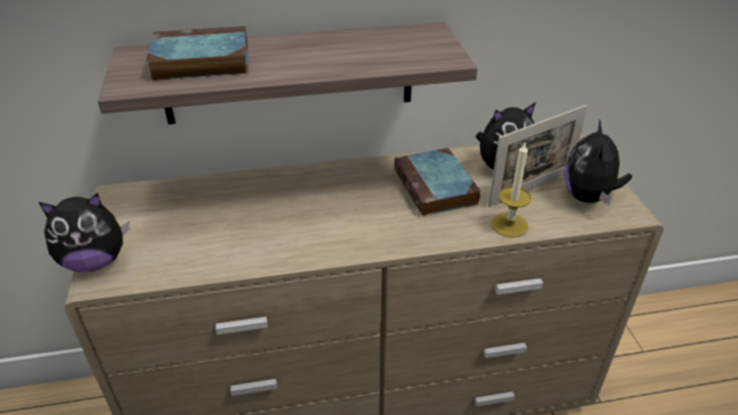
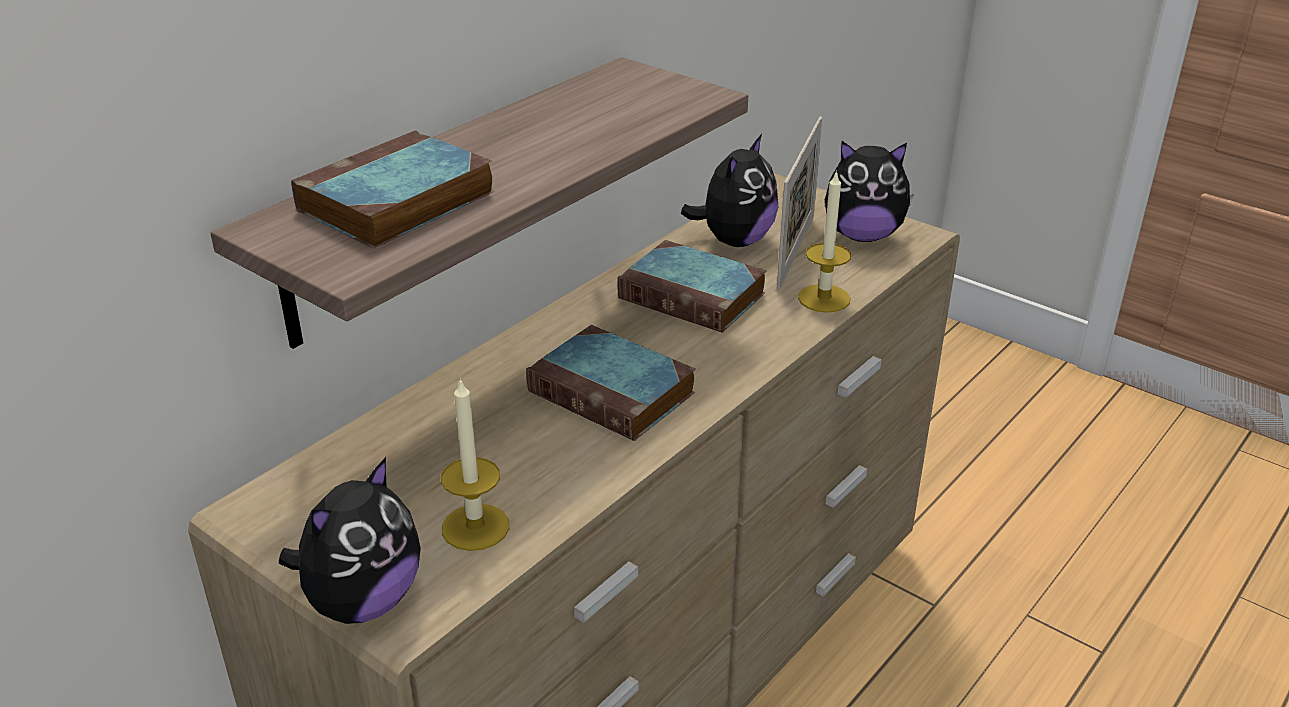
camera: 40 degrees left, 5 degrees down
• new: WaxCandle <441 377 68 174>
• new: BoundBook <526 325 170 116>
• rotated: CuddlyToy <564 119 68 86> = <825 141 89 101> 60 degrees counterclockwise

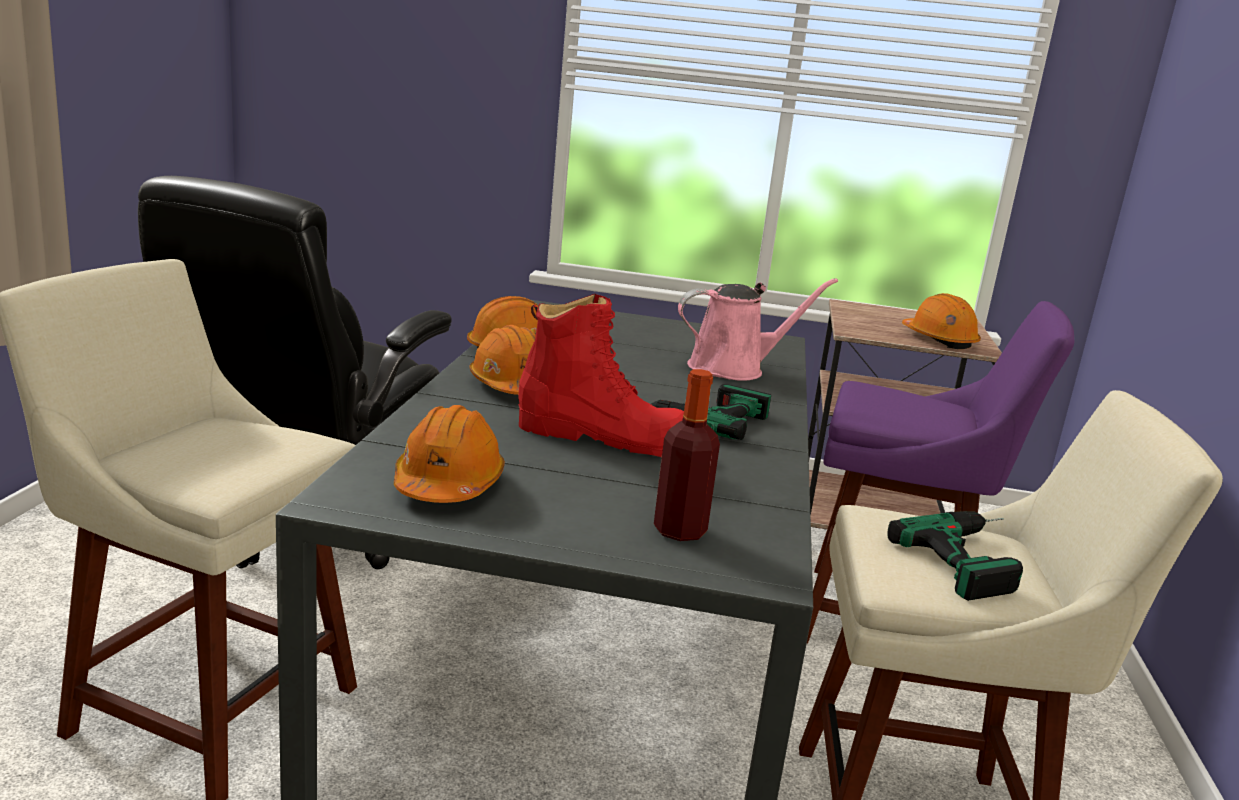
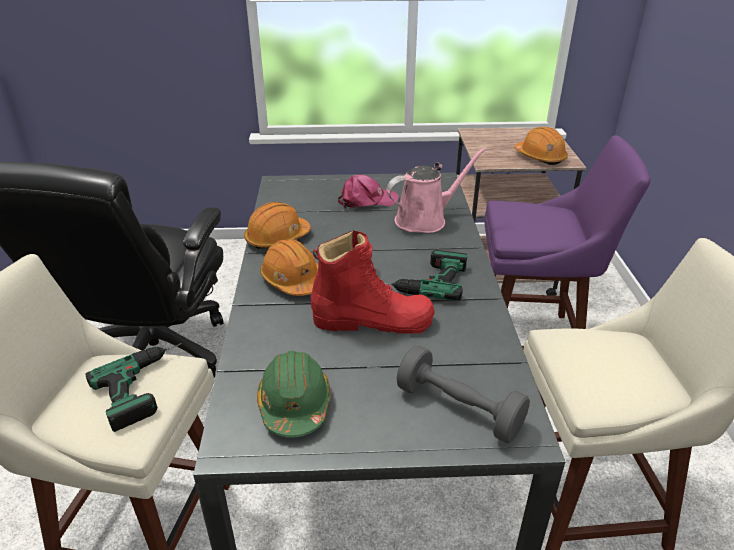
camera: 10 degrees left, 15 degrees up
• new: PinkishCap <338 175 61 34>
• shifted: ElectricDrill <888 511 135 90> to <85 343 97 89>
• swapped: Bottle <654 369 66 172> to GreyishFreeWeight <396 346 134 97>
• repainted: OrangeySafetyHelmet <394 405 111 98> to GreenSafetyHelmet <257 351 74 87>

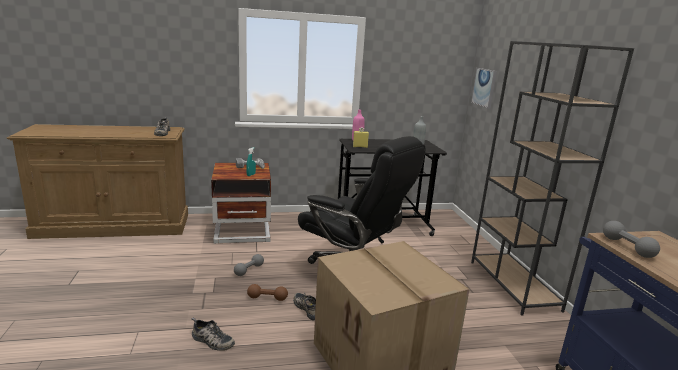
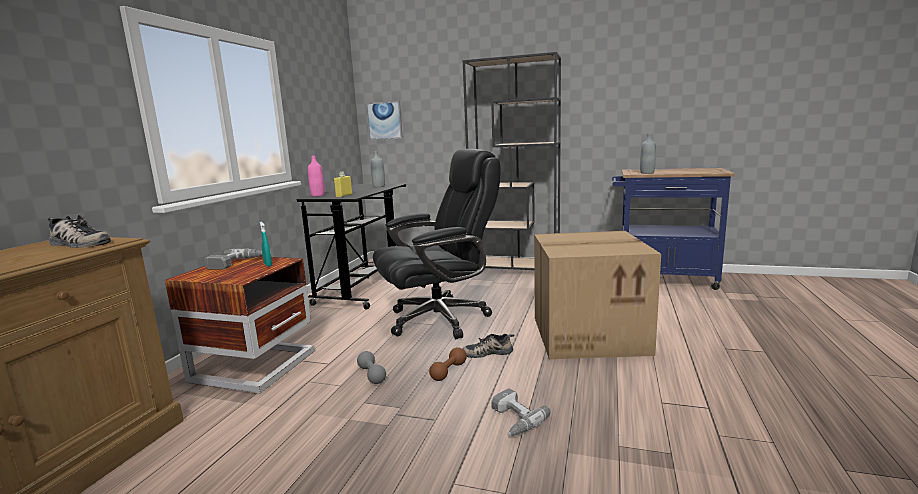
camera: 60 degrees left, 5 degrees down
• swapped: Shoe <191 318 44 33> to ElectricDrill <491 388 60 48>
• swapped: GreyishFreeWeight <603 221 57 37> to GreyishBottle <640 133 16 41>

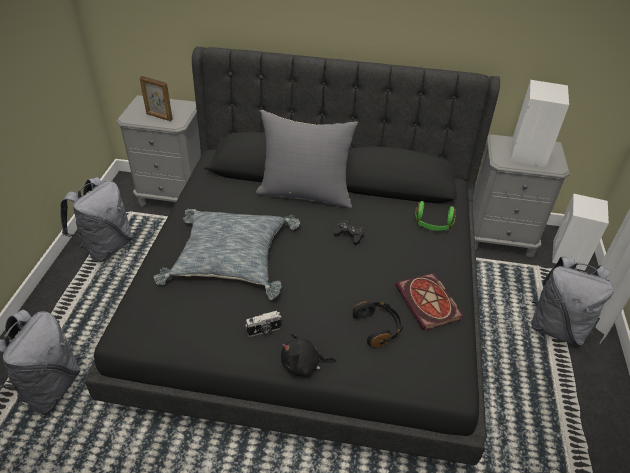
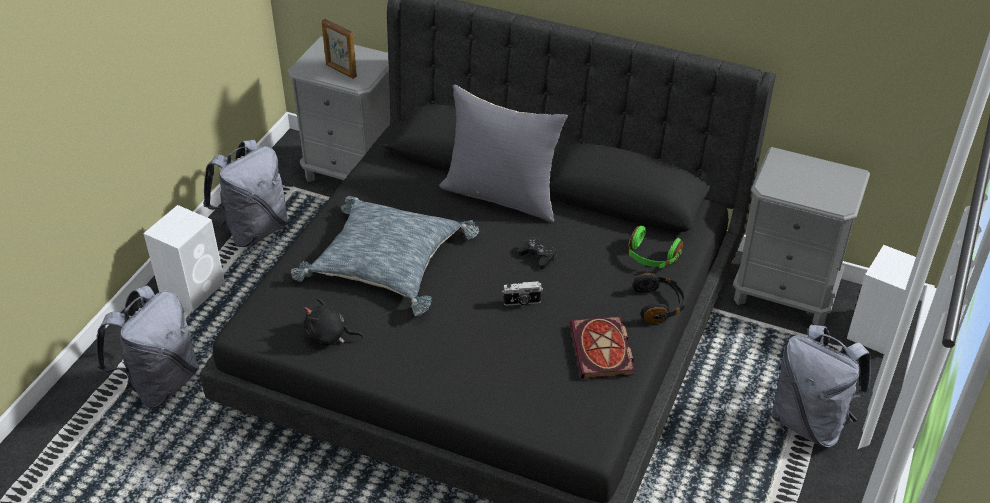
camera: 15 degrees right, 0 degrees up
• shifted: StillCamera <245 311 37 26> to <502 281 41 25>
• shifted: BlackishCuddlyToy <281 333 55 43> to <304 298 60 48>
• shifted: BlackishPairOfHeadphones <353 301 50 47> to <633 273 52 50>
• shifted: WhiteLoudspeaker <510 80 59 87> to <143 205 82 107>

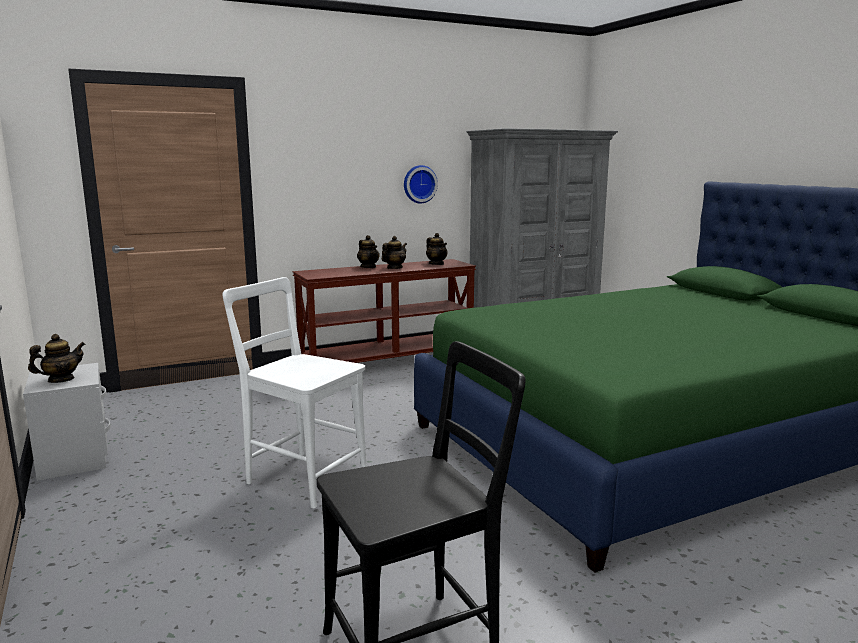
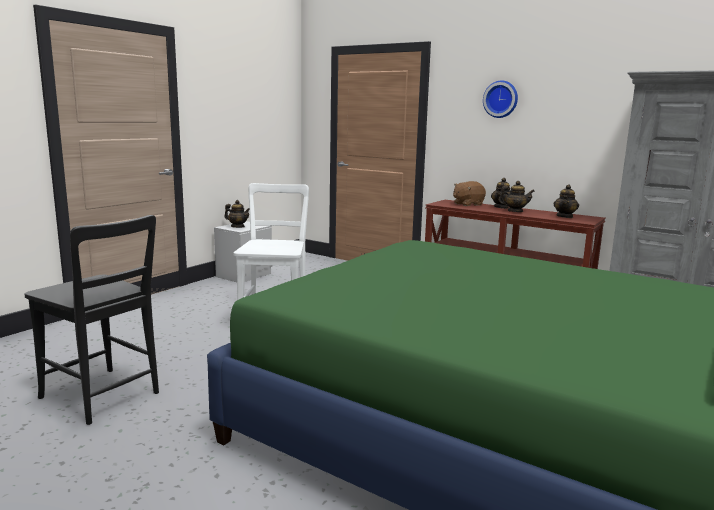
camera: 60 degrees right, 0 degrees up
• new: BrownColouredCuddlyToy <453 181 33 25>
• shifted: ClockOnTheWall <404 165 34 38> to <483 80 35 38>

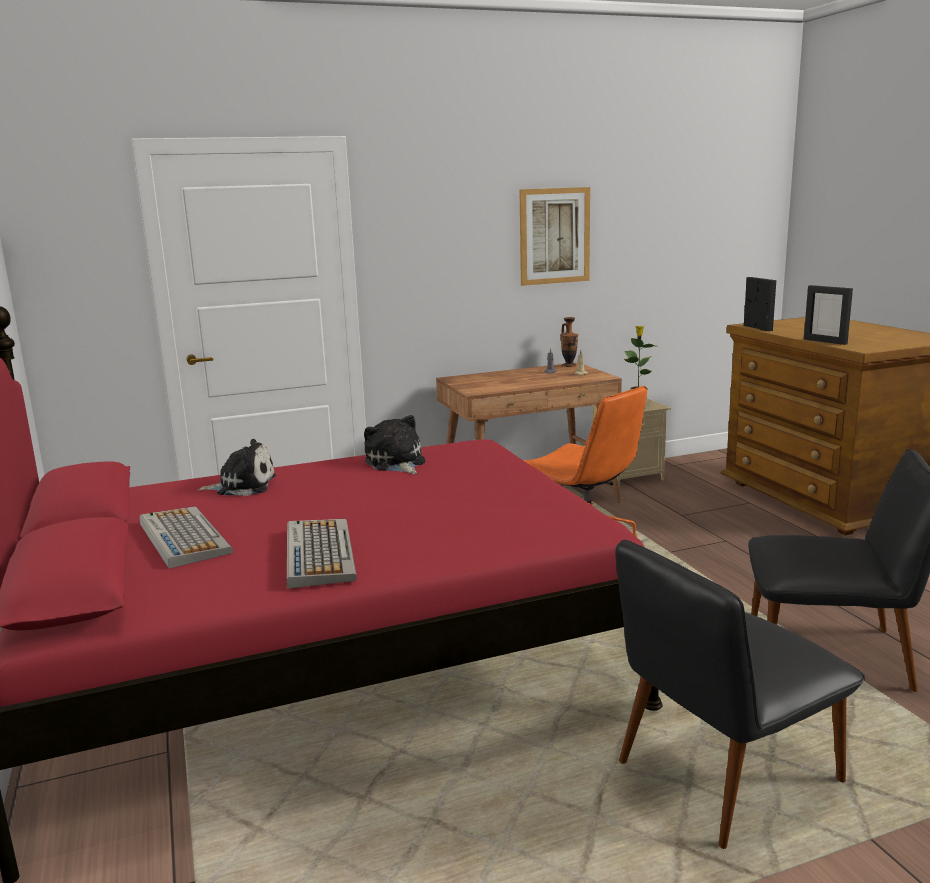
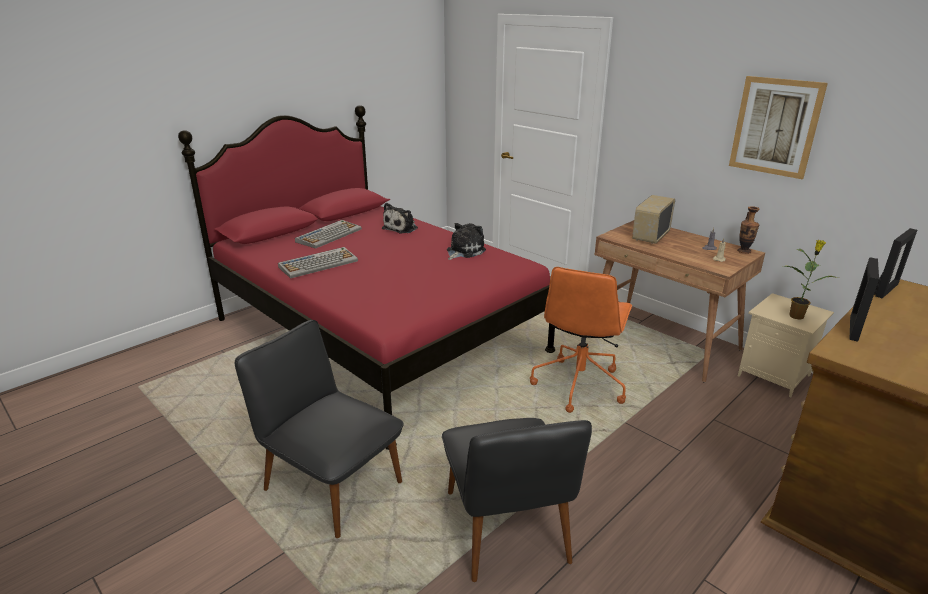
camera: 65 degrees right, 10 degrees up
• new: Radio <632 195 43 49>
• rotated: CuddlyToy <197 439 79 57> = <382 203 36 31> 60 degrees clockwise

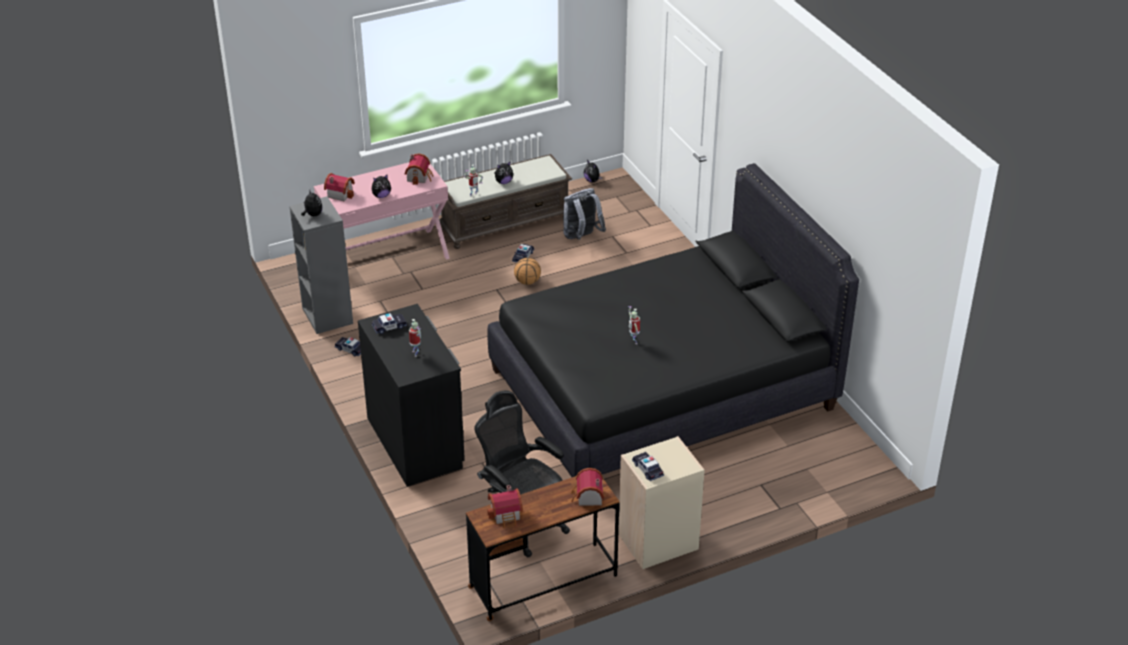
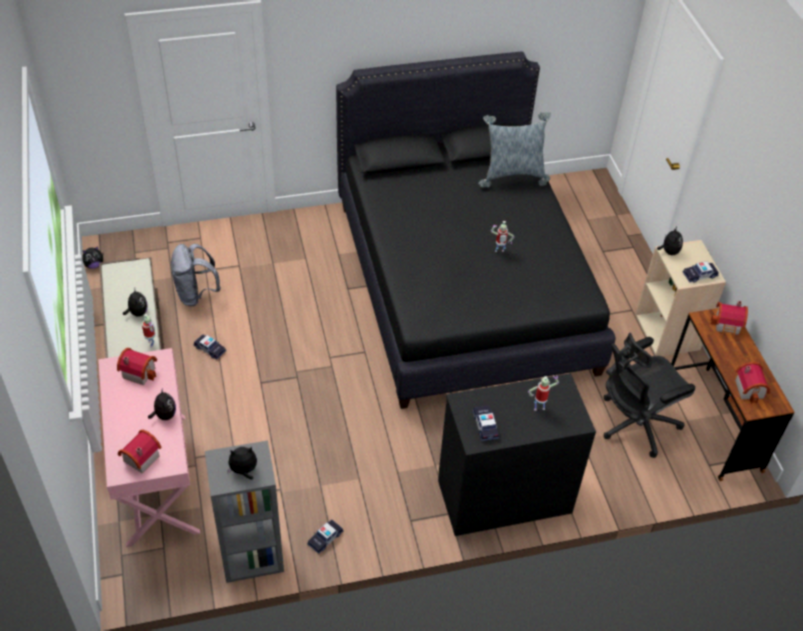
camera: 80 degrees left, 10 degrees up
• gone: BallForBasketball <514 258 27 27>
• new: Pillow <479 112 72 75>
• new: CuddlyToy <657 227 26 28>

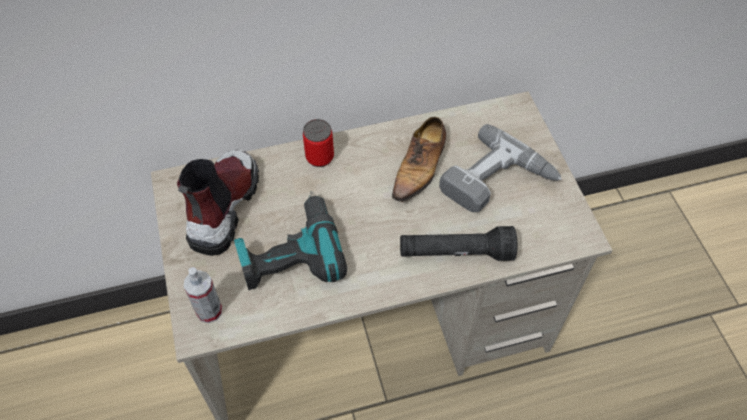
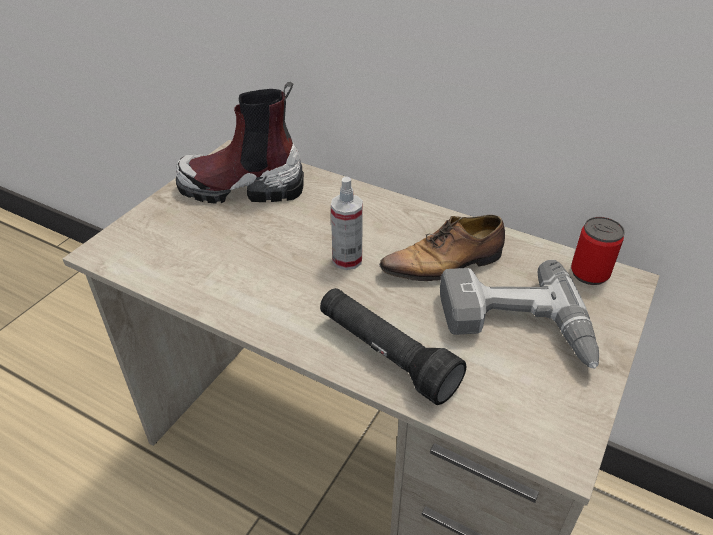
camera: 45 degrees right, 15 degrees down
• gone: ElectricDrill <234 191 113 99>
• shifted: HandSprayer <184 267 38 56> to <331 177 32 93>
• shifted: SealedCan <303 119 31 48> to <571 217 54 68>
• rotated: HighTopBoot <177 150 82 106> = <176 82 128 122> 150 degrees counterclockwise

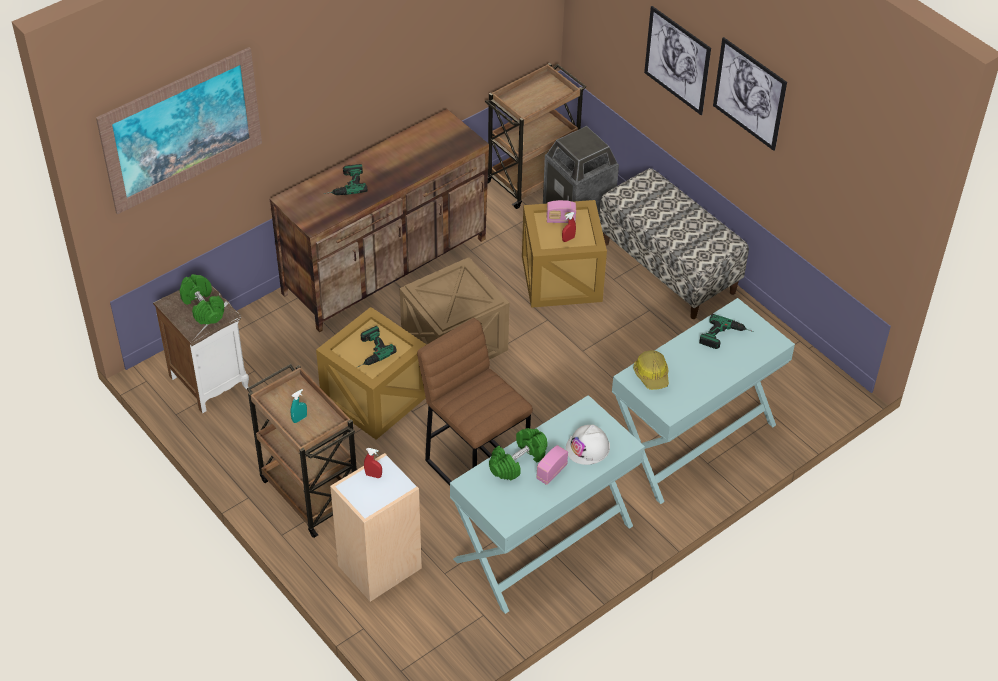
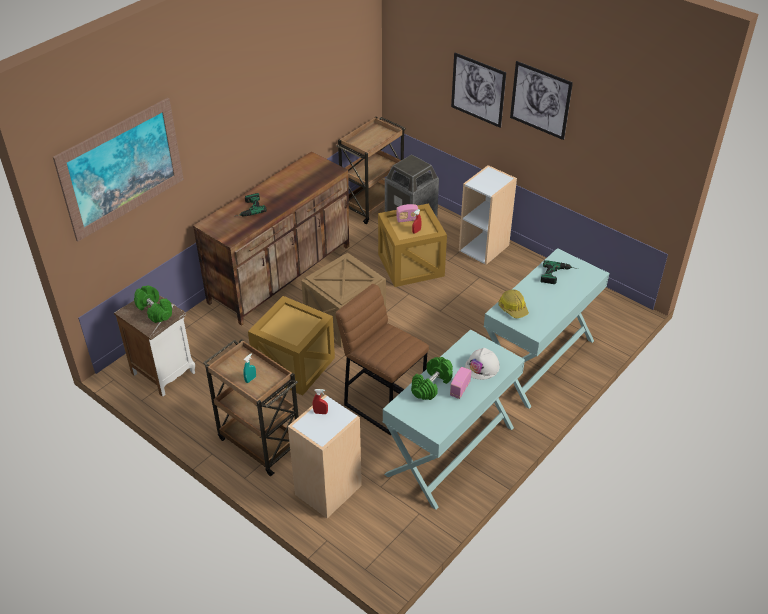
camera: 10 degrees left, 5 degrees down
• gone: ElectricDrill <358 326 39 41>
• swapped: LongSeat <599 168 150 151> to Bookshelf <459 165 58 100>

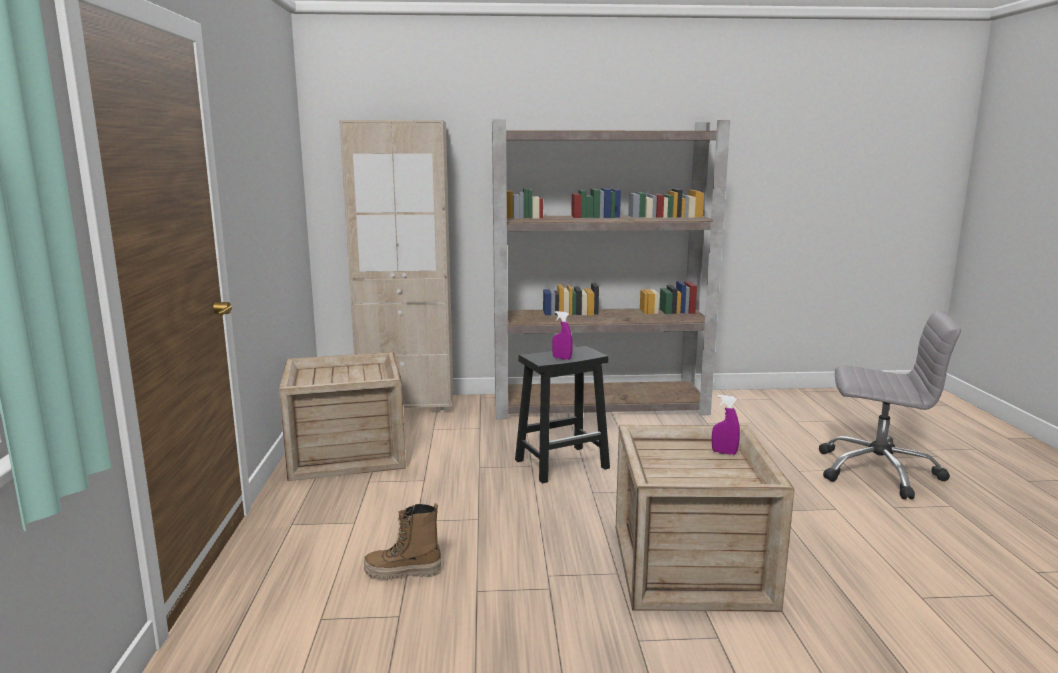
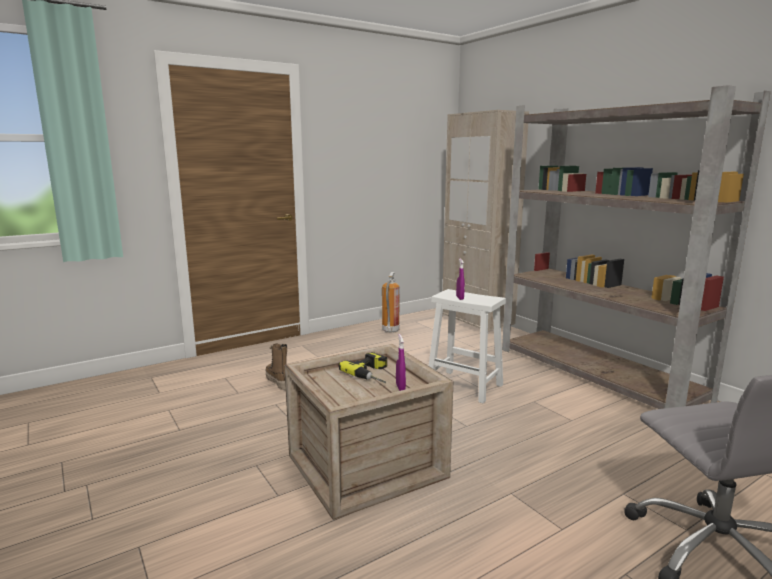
camera: 60 degrees right, 0 degrees up
• new: ElectricDrill <339 352 48 31>
• swapped: Crate <279 352 127 129> to FireExtinguisher <381 272 19 61>
• repainted: BlackishStoolSeat <515 346 95 138> to WhiteStoolSeat <429 289 77 115>

